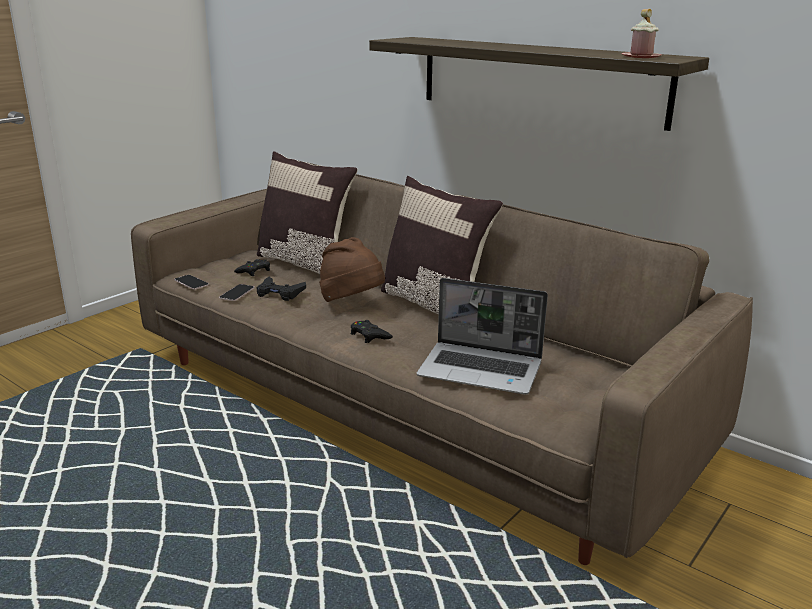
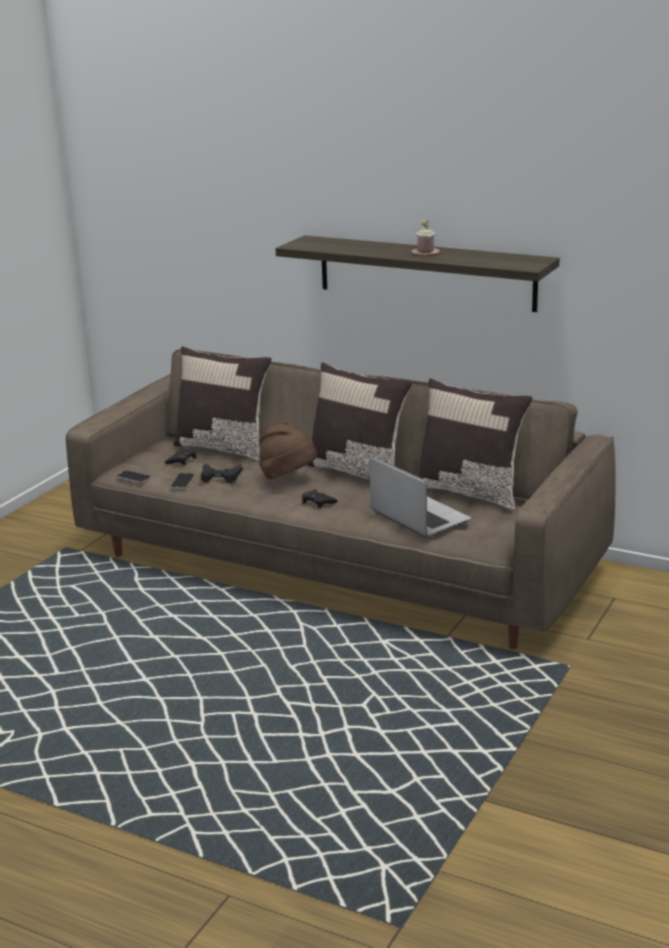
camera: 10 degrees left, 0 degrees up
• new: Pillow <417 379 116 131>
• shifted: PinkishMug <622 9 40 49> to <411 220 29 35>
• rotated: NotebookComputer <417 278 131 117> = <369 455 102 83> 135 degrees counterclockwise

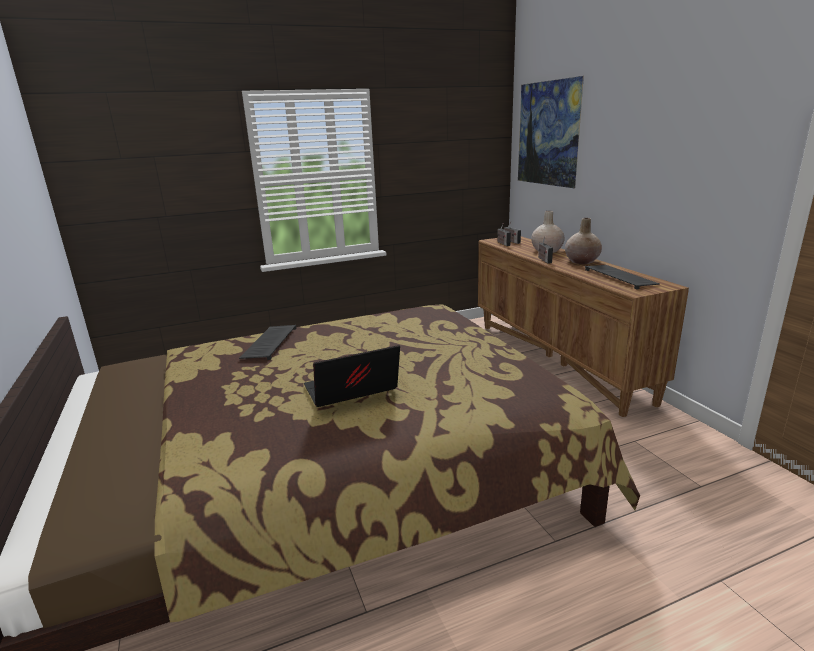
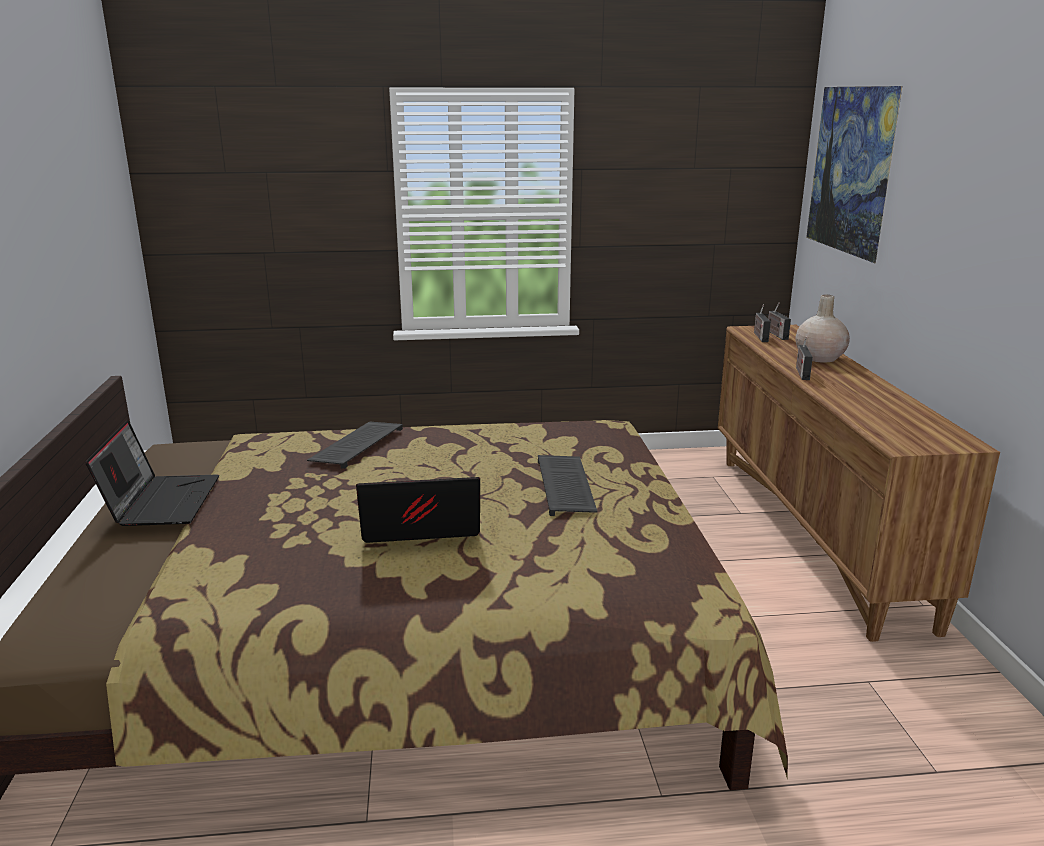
camera: 15 degrees right, 0 degrees up
• gone: BeigeColouredDecorativeVase <565 218 37 46>
• new: NotebookComputer <85 420 134 106>
• shifted: Keyboard <585 265 75 24> to <538 455 60 61>

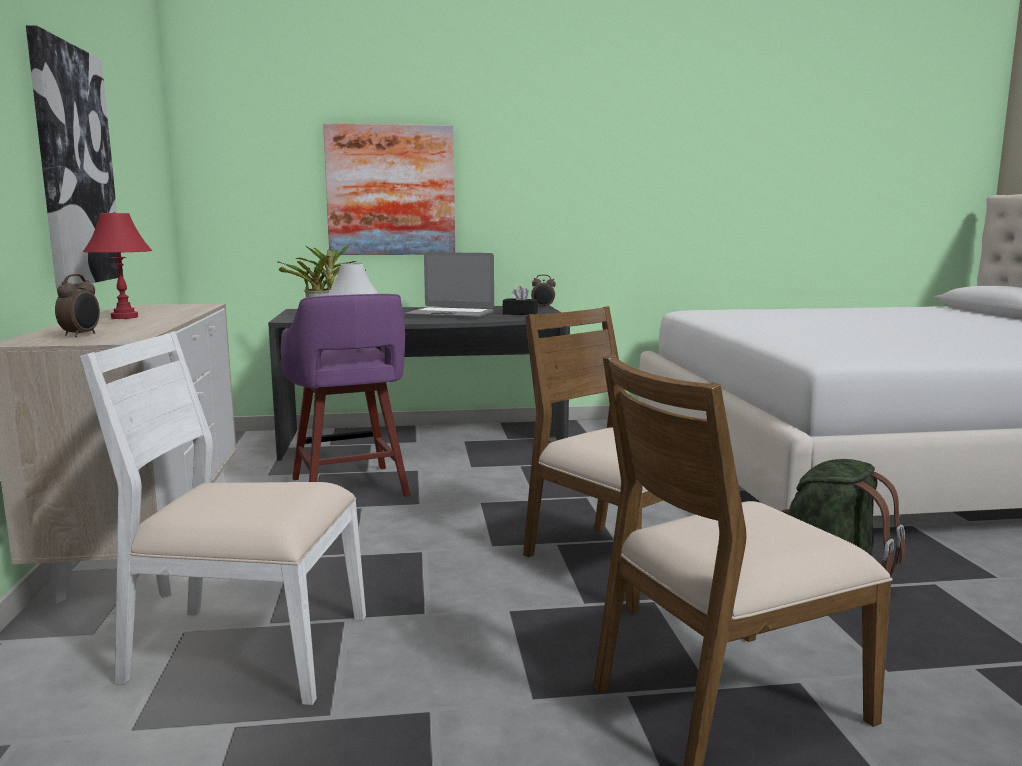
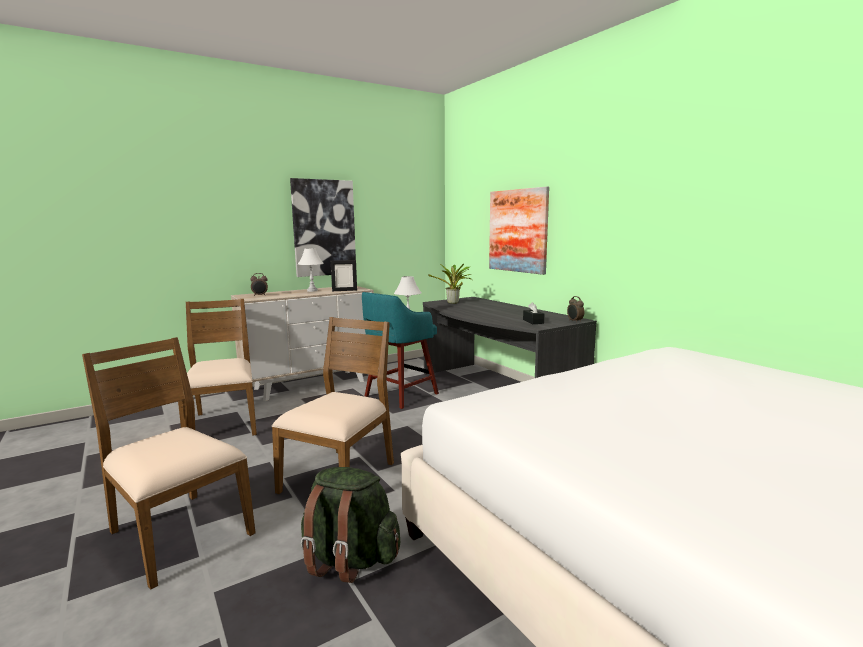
camera: 65 degrees right, 0 degrees up
• gone: NotebookComputer <405 252 89 66>
• new: StandingFrame <331 260 26 31>
• repainted: WhitePlainChair <80 331 286 374> to BrownColouredPlainChair <178 299 79 137>
• repainted: RedLampForATable <83 212 70 107> to WhiteLampForATable <298 248 26 44>
• repainted: PurplishStoolSeat <281 294 129 203> to BlueGreenStoolSeat <362 292 77 117>

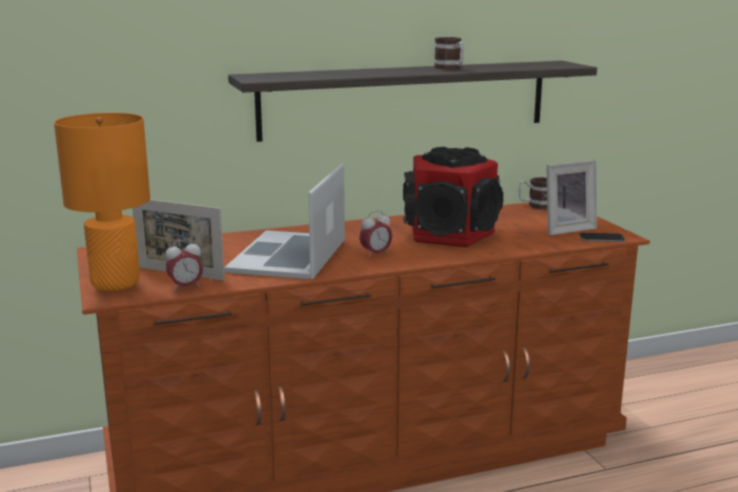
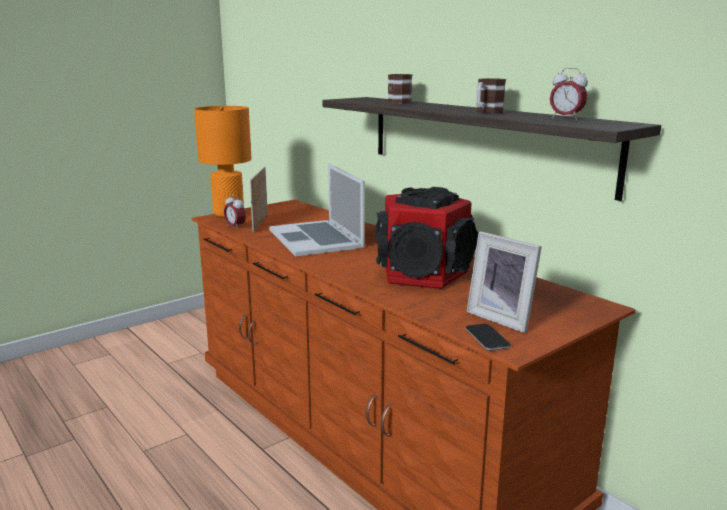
camera: 70 degrees right, 0 degrees up
• shifted: BedsideClock <359 211 33 47> to <550 68 38 52>
• shifted: Mug <519 177 28 32> to <388 74 24 30>
• rotated: NotebookComputer <224 163 121 116> = <269 164 96 92> 105 degrees counterclockwise

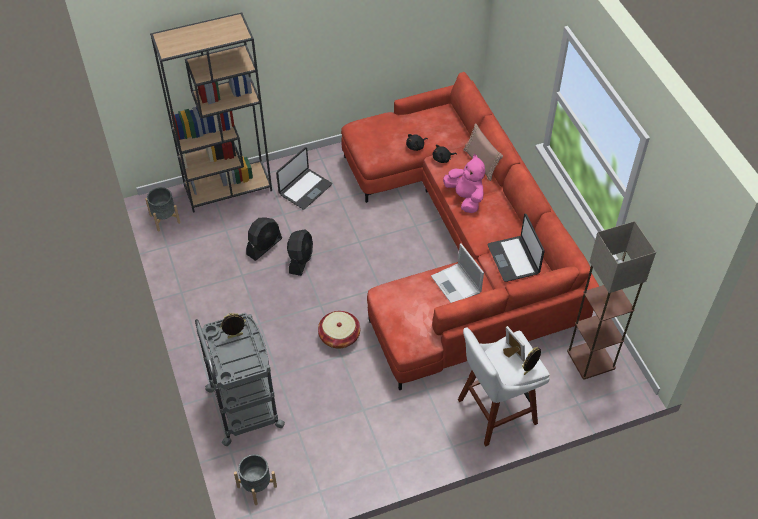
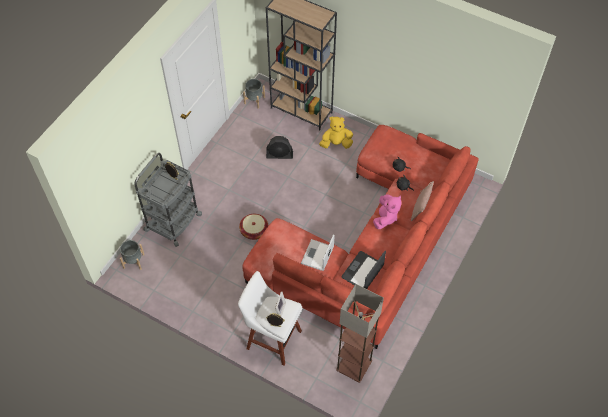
camera: 50 degrees right, 5 degrees up
• gone: BlackishElectricFan <287 229 26 47>
• swapped: NotebookComputer <276 147 56 63> to YellowColouredCuddlyToy <319 117 34 32>

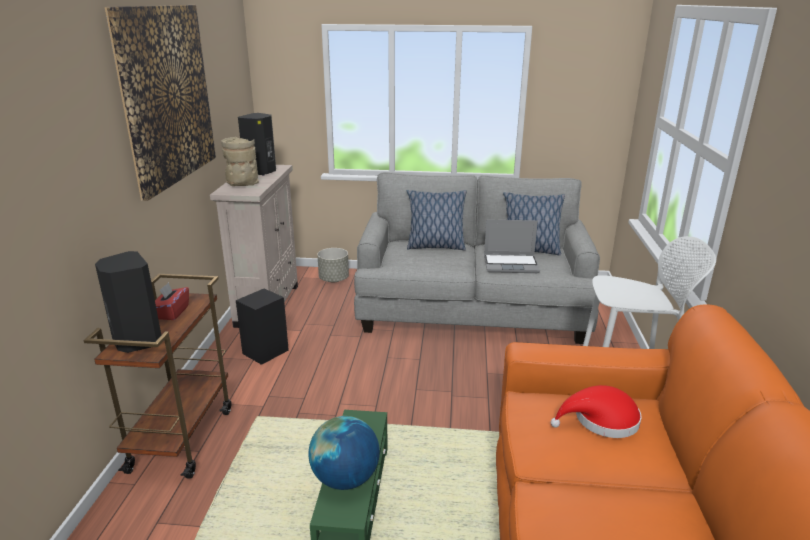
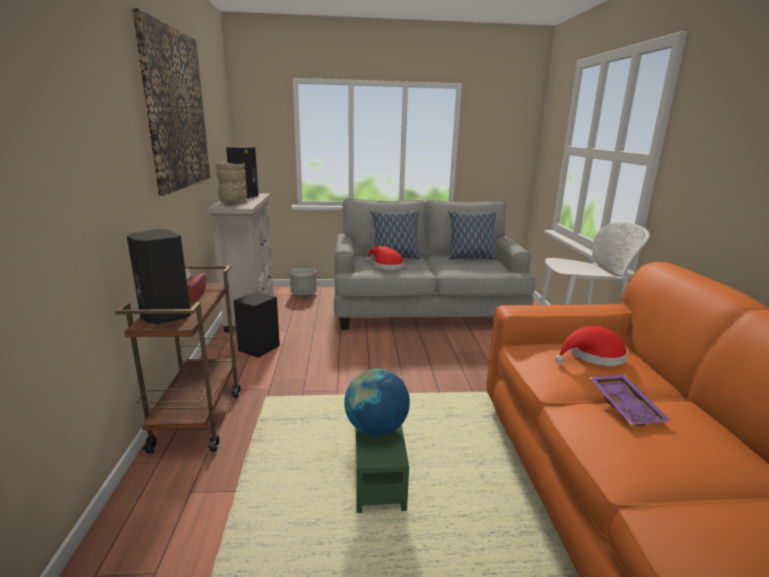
camera: 10 degrees left, 5 degrees down
• gone: NotebookComputer <484 219 56 54>
• new: RedHat <366 246 38 24>
• new: PurplishServingTray <589 375 82 51>

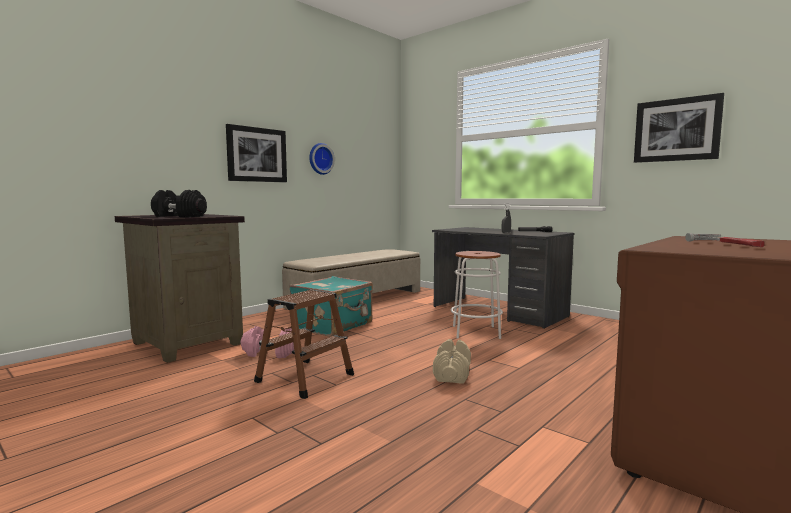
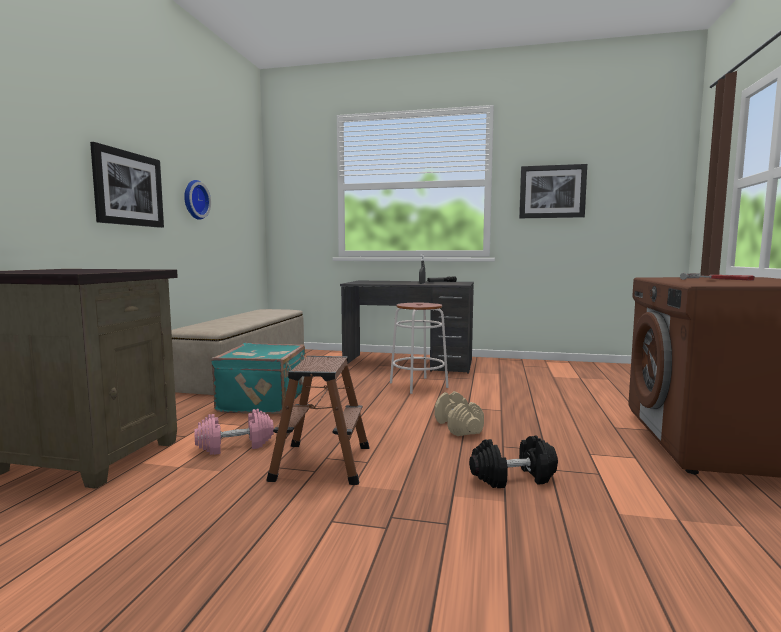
camera: 30 degrees left, 0 degrees up
• shifted: BlackishFreeWeight <151 190 56 27> to <469 436 89 52>

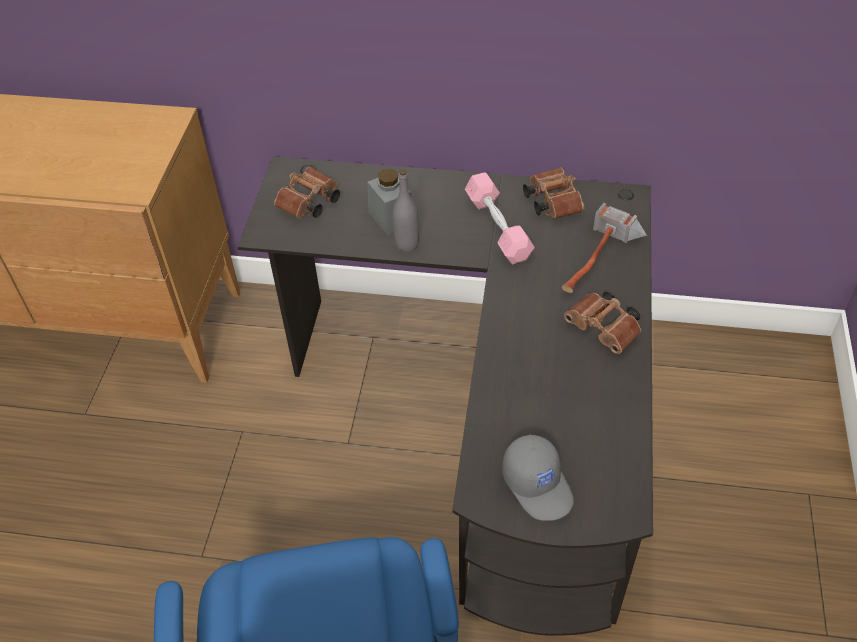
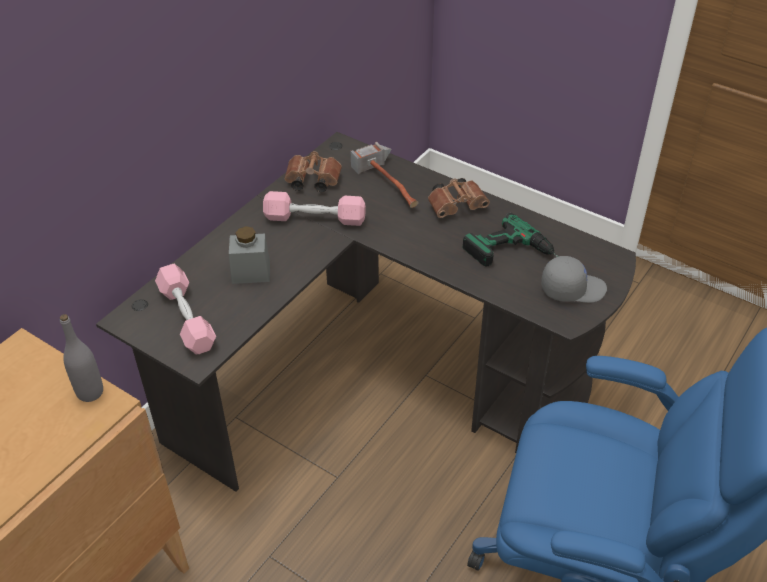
camera: 65 degrees left, 5 degrees down
• new: ElectricDrill <463 213 95 53>
• shifted: GreyishBottle <393 170 26 82> to <60 314 43 88>
• swapped: BrownColouredFieldGlasses <274 167 66 51> to PinkishFreeWeight <155 263 61 91>

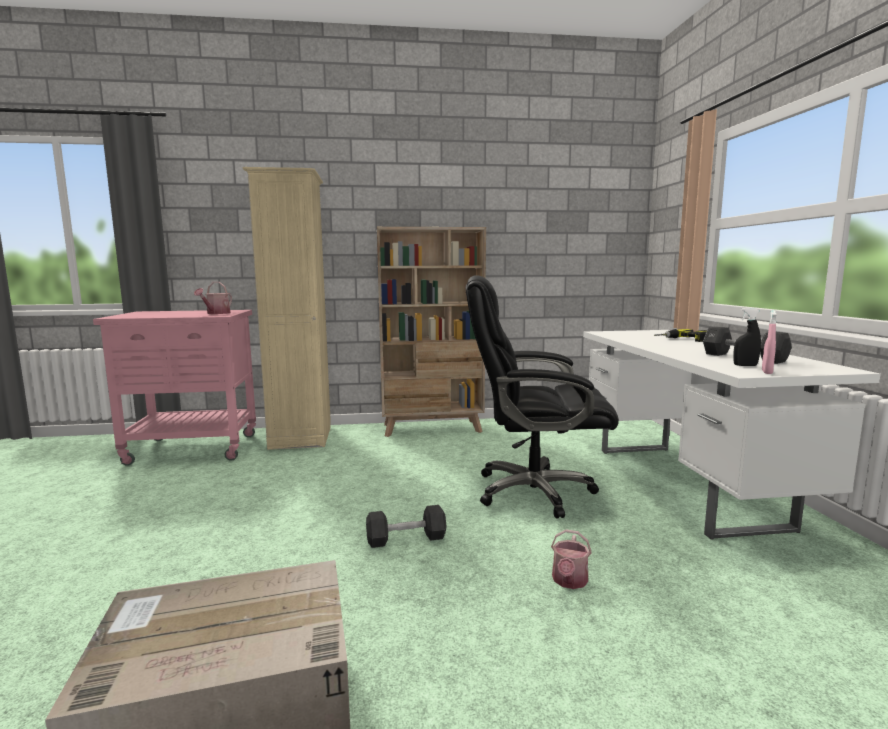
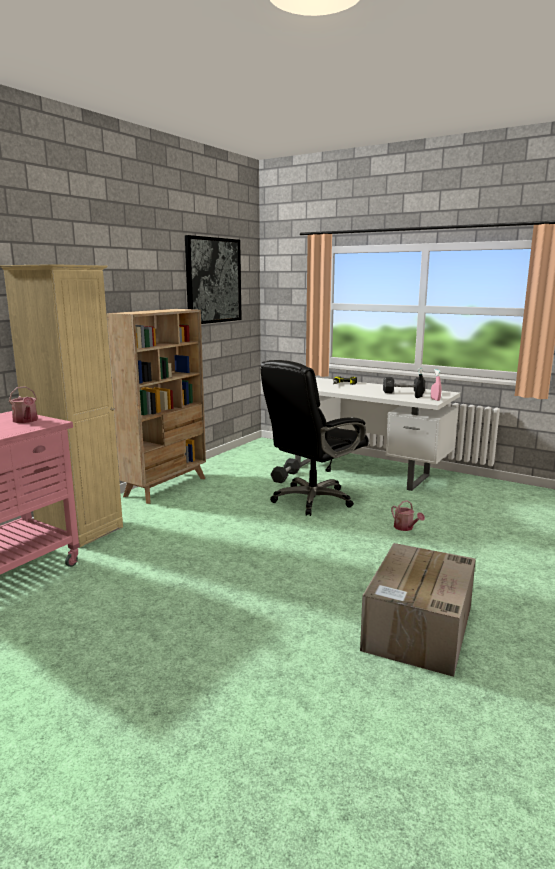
camera: 50 degrees left, 5 degrees up
• new: WallArt <185 235 57 89>
• shifted: BlackishFreeWeight <366 505 81 43> to <270 458 31 25>

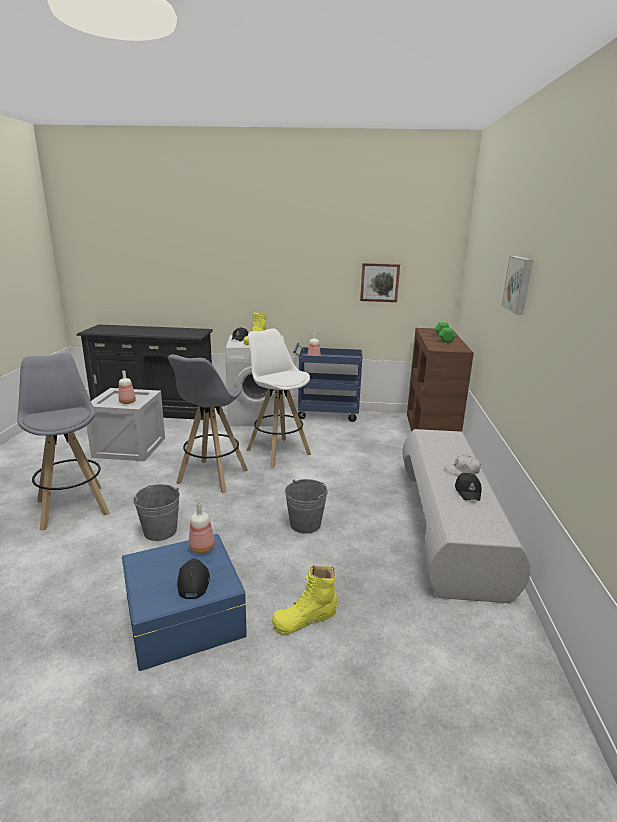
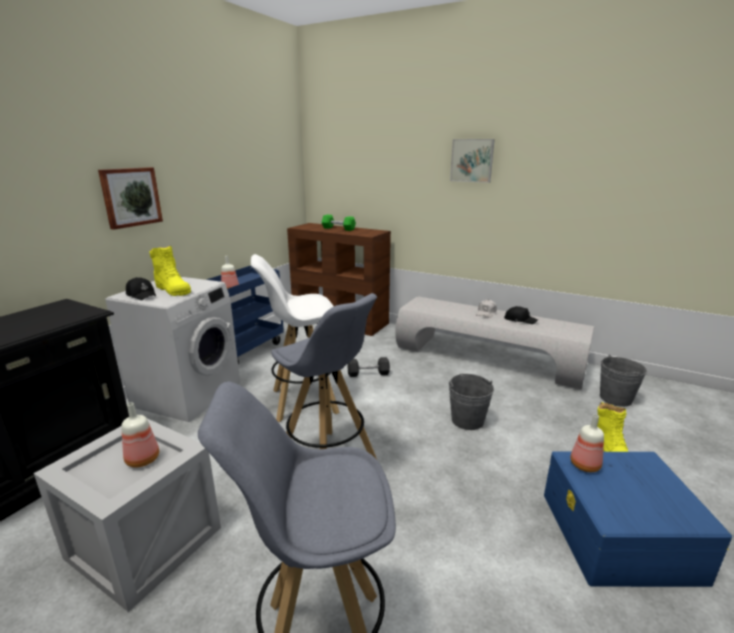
camera: 65 degrees left, 0 degrees up
• gone: BlackishCap <177 558 33 41>
• new: BlackishFreeWeight <347 357 43 20>
• shifted: GreyishWaterBucket <134 484 46 57> to <600 355 47 52>
• shifted: WallArt <360 263 40 39> to <98 167 65 63>

